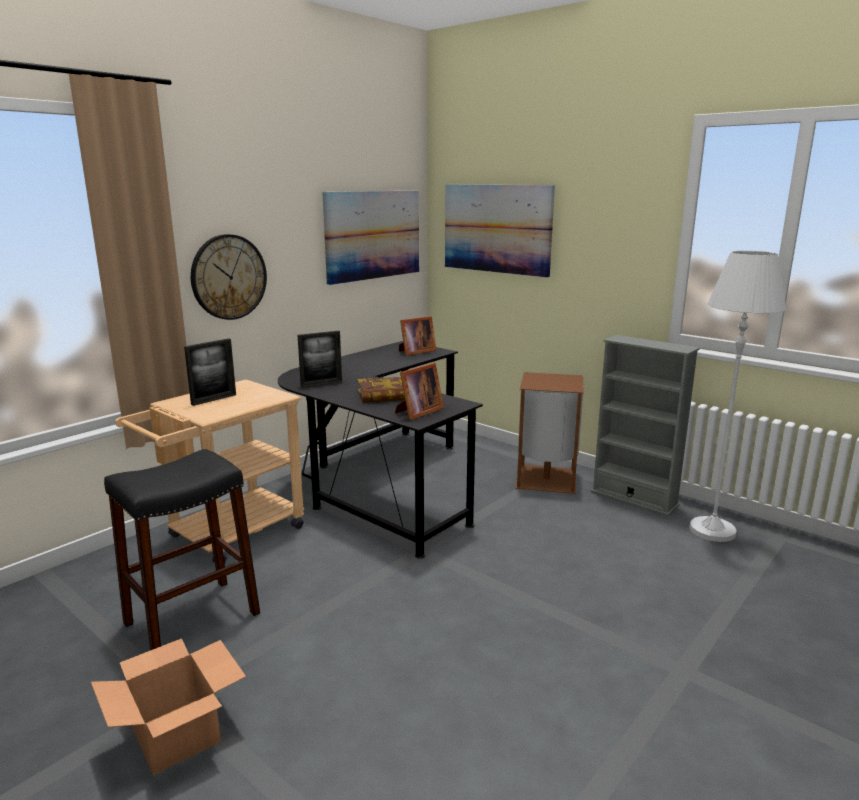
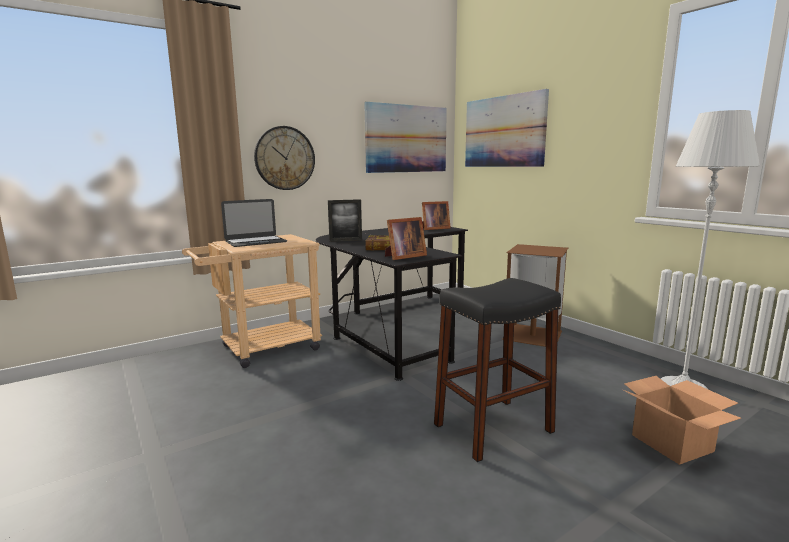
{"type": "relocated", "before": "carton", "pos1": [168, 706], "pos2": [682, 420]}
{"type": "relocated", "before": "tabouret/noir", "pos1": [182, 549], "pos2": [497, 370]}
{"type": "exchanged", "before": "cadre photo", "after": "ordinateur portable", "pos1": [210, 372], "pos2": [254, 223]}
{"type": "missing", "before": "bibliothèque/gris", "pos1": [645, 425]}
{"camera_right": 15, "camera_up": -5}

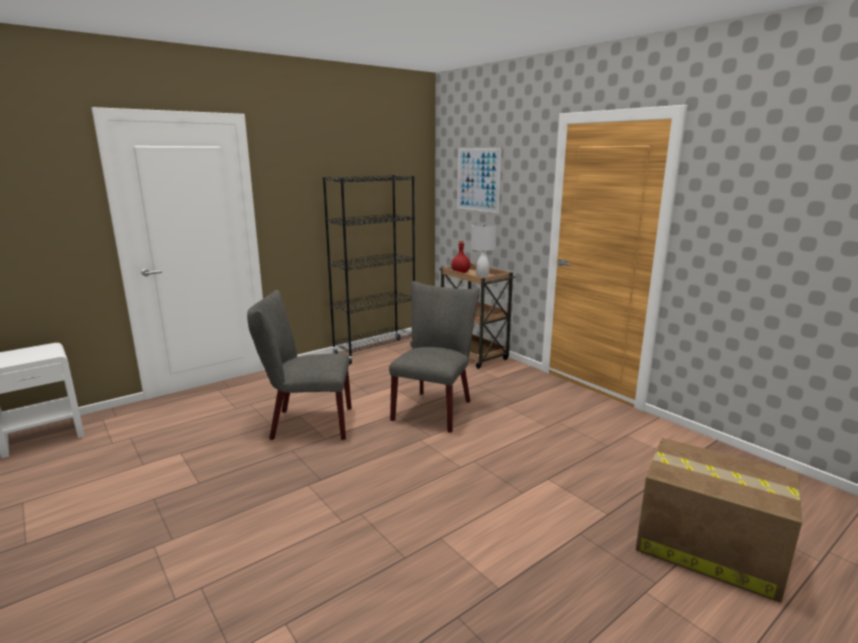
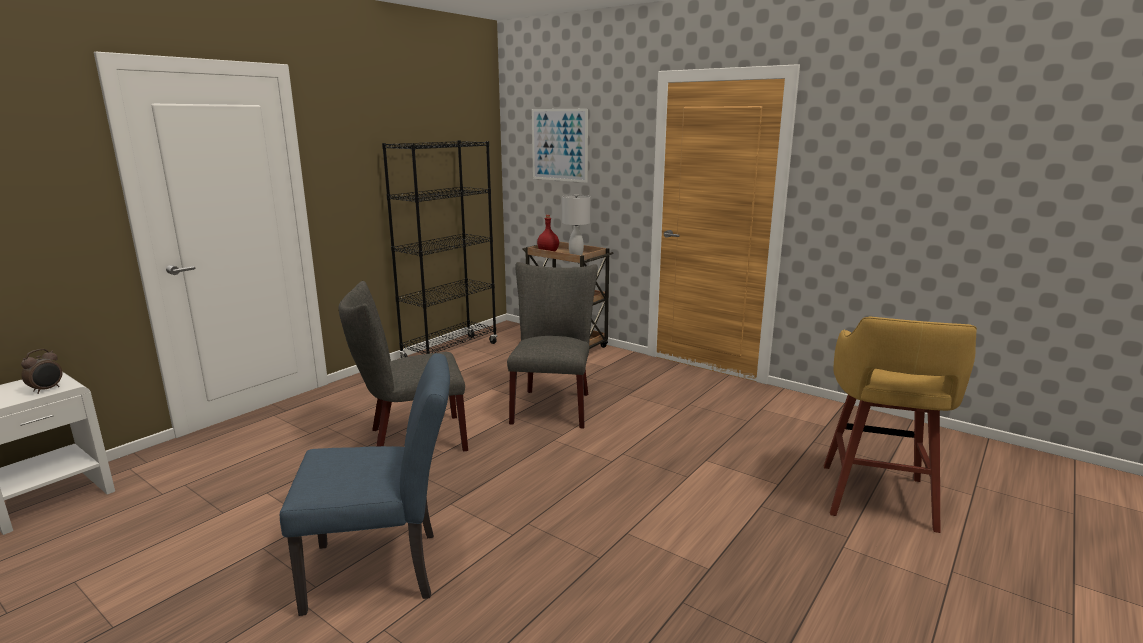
{"type": "exchanged", "before": "carton", "after": "tabouret/jaune", "pos1": [719, 520], "pos2": [900, 424]}
{"type": "appeared", "after": "réveil", "pos2": [41, 371]}
{"type": "appeared", "after": "chaise/bleu", "pos2": [365, 484]}
{"camera_right": -15, "camera_up": 0}

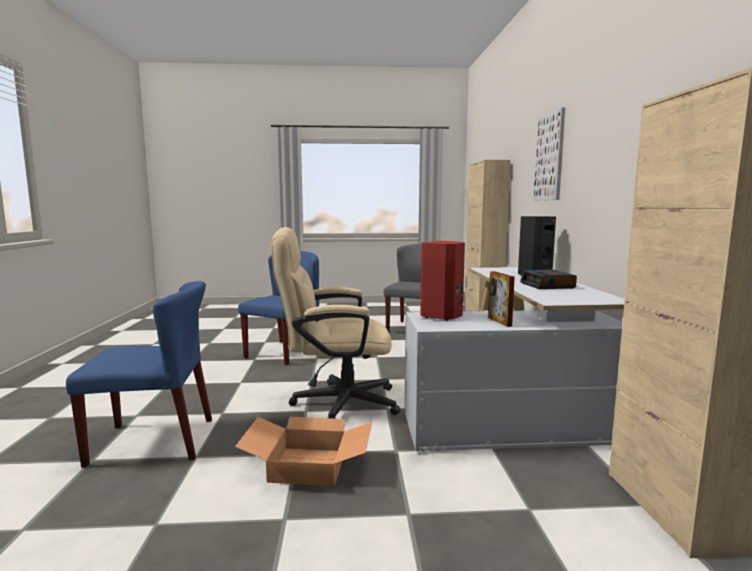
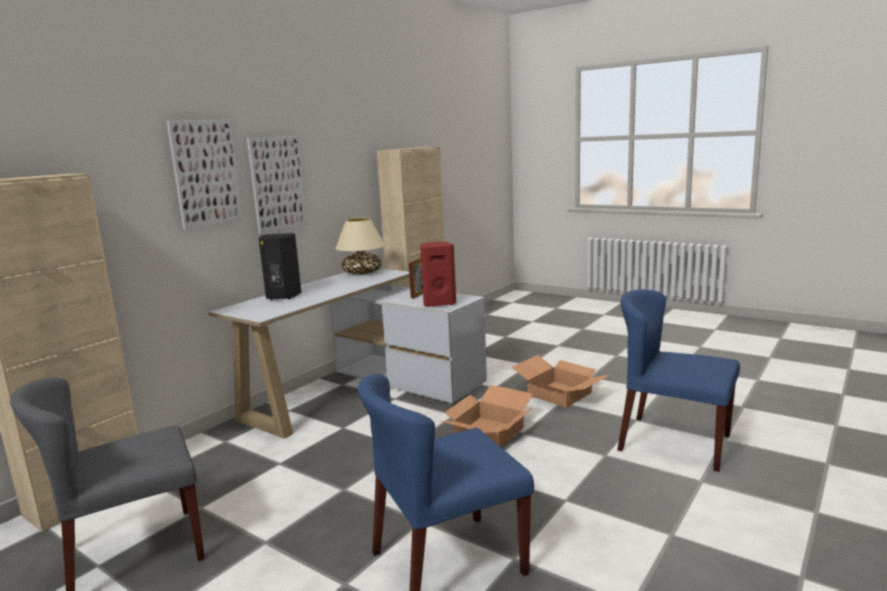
{"type": "exchanged", "before": "chaise de bureau/beige", "after": "carton", "pos1": [336, 323], "pos2": [486, 416]}
{"type": "missing", "before": "réveil", "pos1": [548, 279]}
{"type": "appeared", "after": "tableau", "pos2": [277, 185]}
{"type": "appeared", "after": "lampe de table/beige", "pos2": [360, 246]}
{"camera_right": -140, "camera_up": 5}

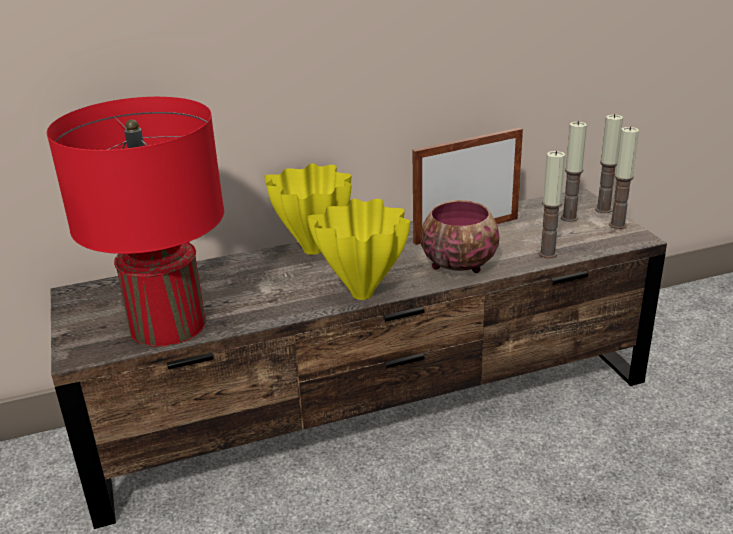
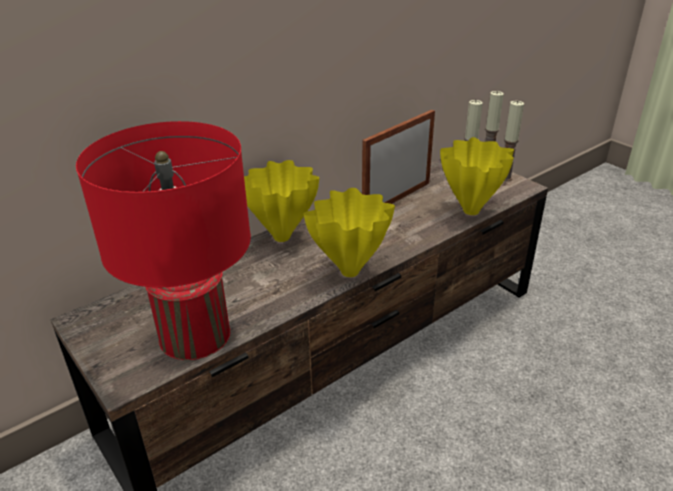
{"type": "missing", "before": "bol", "pos1": [460, 236]}
{"type": "exchanged", "before": "bougie", "after": "vase/jaune", "pos1": [551, 204], "pos2": [477, 176]}
{"camera_right": -20, "camera_up": 5}

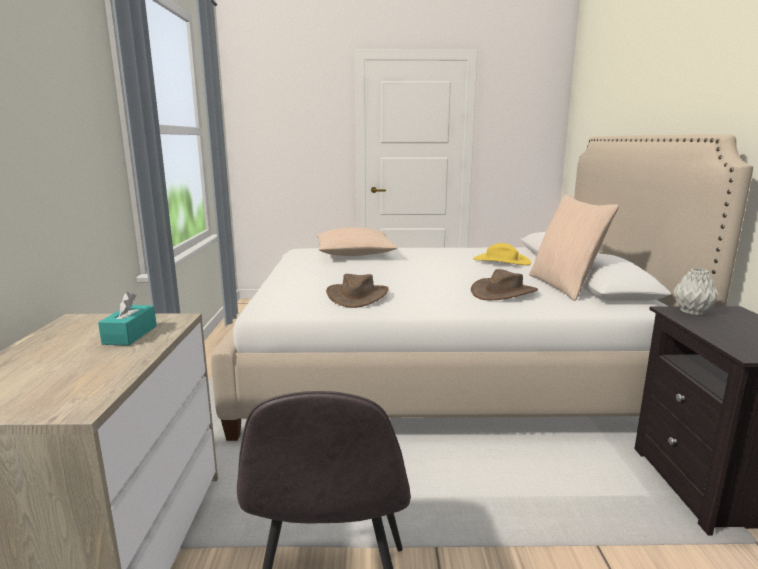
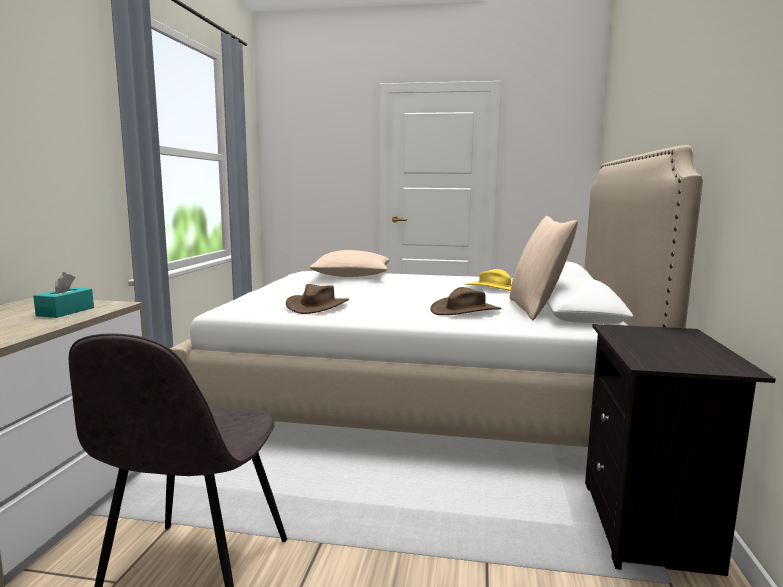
{"type": "missing", "before": "vase/gris", "pos1": [696, 291]}
{"camera_right": 10, "camera_up": -5}

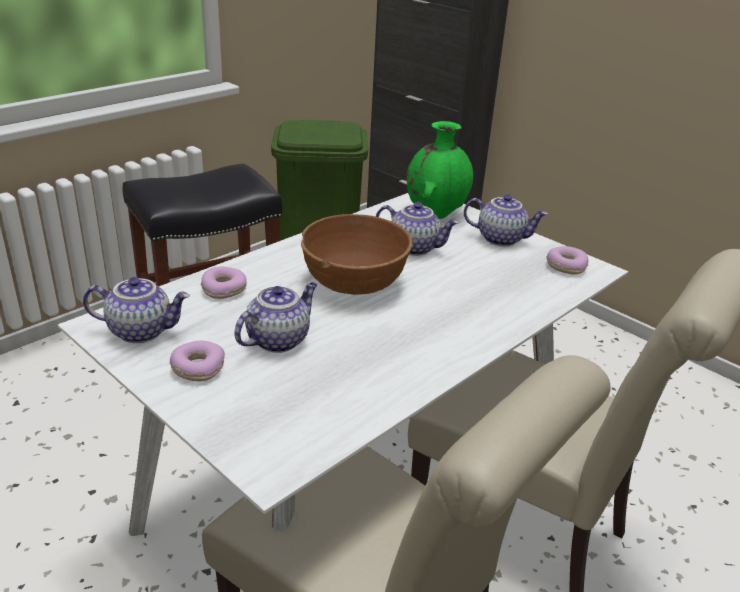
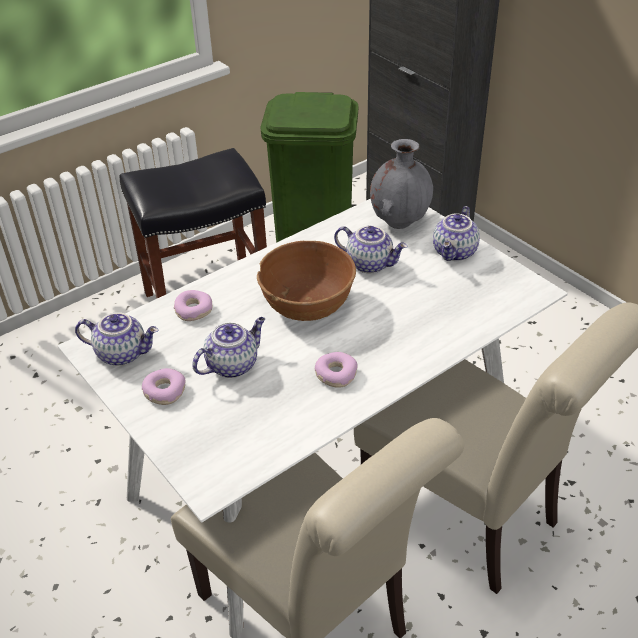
{"type": "colour", "before": "vase/vert", "after": "vase/gris", "pos1": [440, 170], "pos2": [401, 184]}
{"type": "spun", "before": "théière", "pos1": [506, 220], "pos2": [456, 233], "turn": 90}
{"type": "relocated", "before": "beignet", "pos1": [567, 260], "pos2": [336, 370]}
{"camera_right": 10, "camera_up": 10}

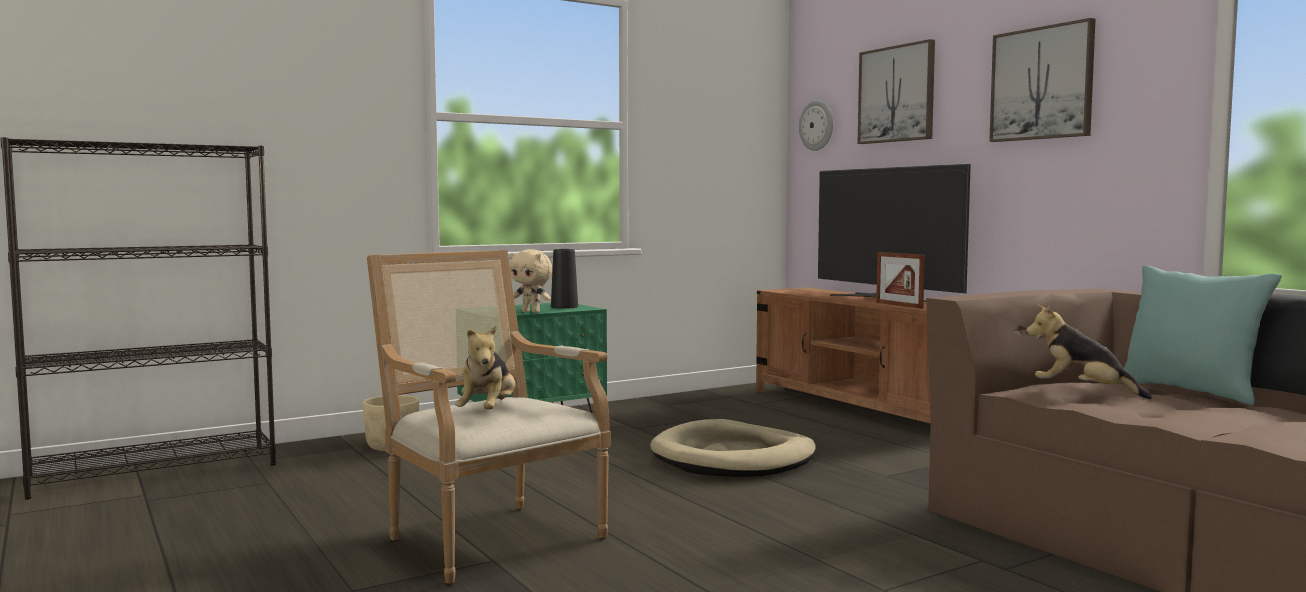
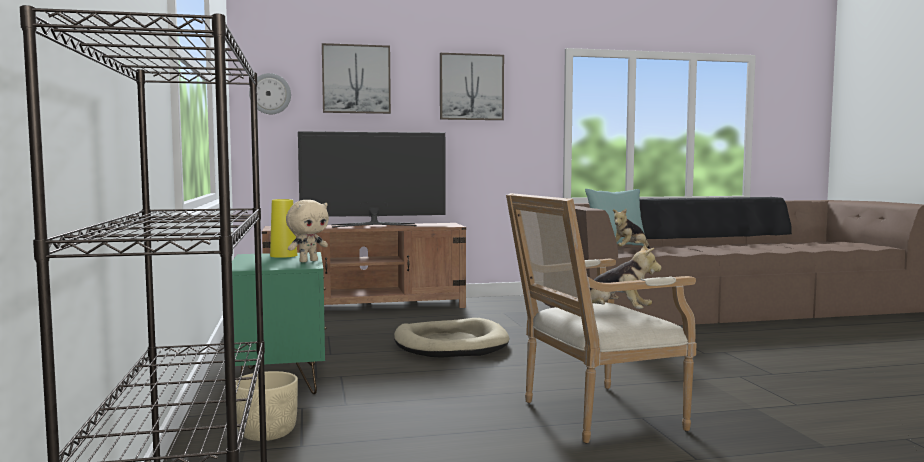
{"type": "colour", "before": "vase/noir", "after": "vase/jaune", "pos1": [564, 279], "pos2": [283, 228]}
{"type": "missing", "before": "cadre photo", "pos1": [900, 280]}
{"camera_right": -70, "camera_up": 0}

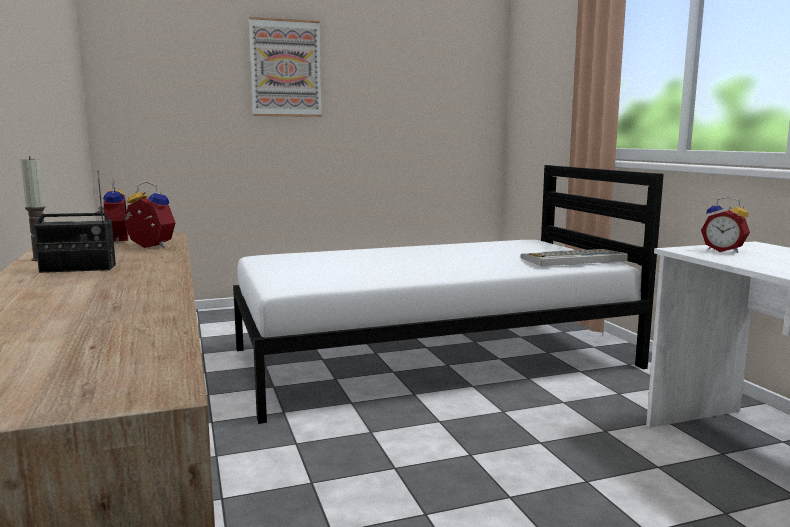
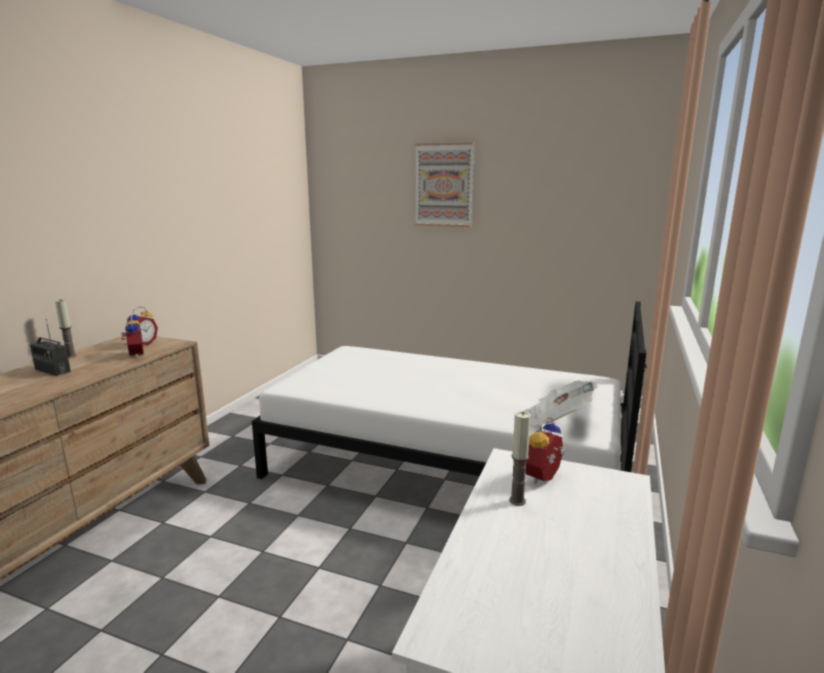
{"type": "exchanged", "before": "clavier", "after": "journal", "pos1": [574, 257], "pos2": [560, 403]}
{"type": "spun", "before": "réveil", "pos1": [725, 225], "pos2": [547, 450], "turn": 45}
{"type": "appeared", "after": "bougie", "pos2": [520, 458]}
{"camera_right": 40, "camera_up": 5}

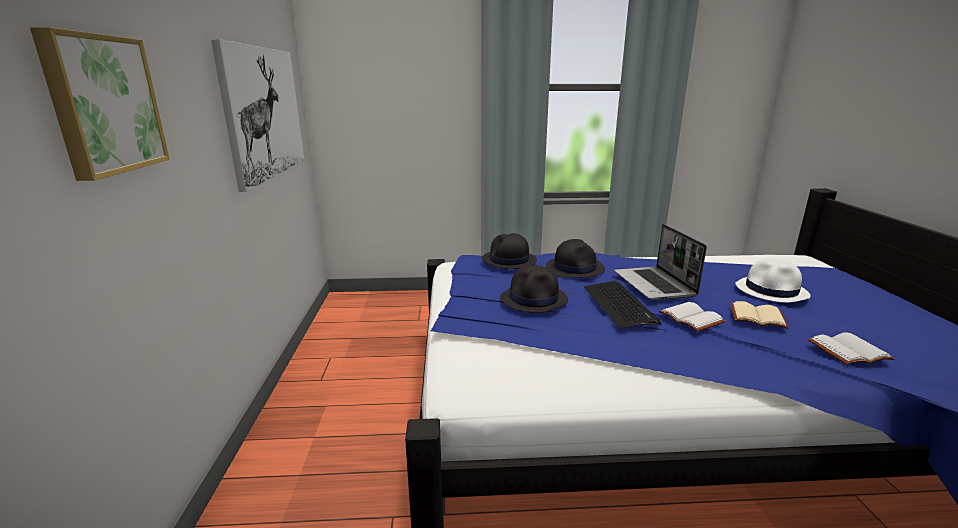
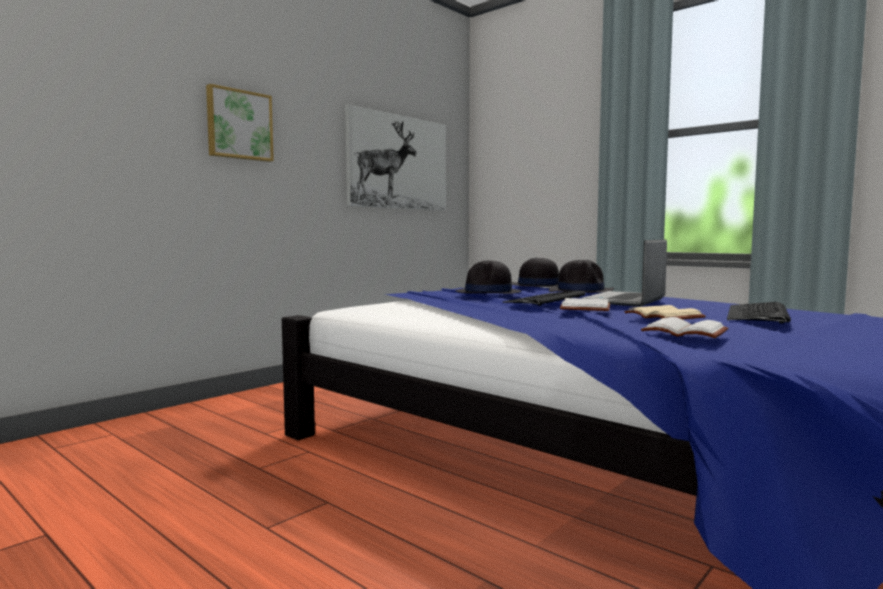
{"type": "exchanged", "before": "chapeau/blanc", "after": "clavier", "pos1": [772, 280], "pos2": [759, 312]}
{"camera_right": 45, "camera_up": -15}

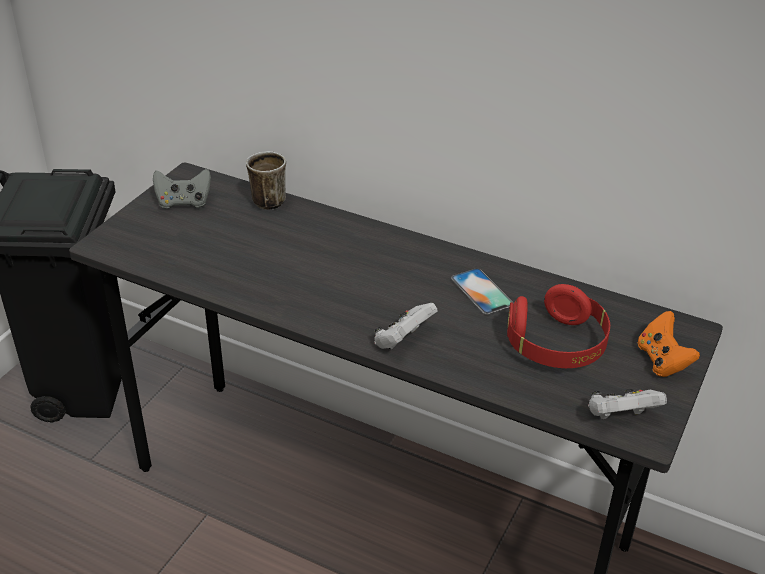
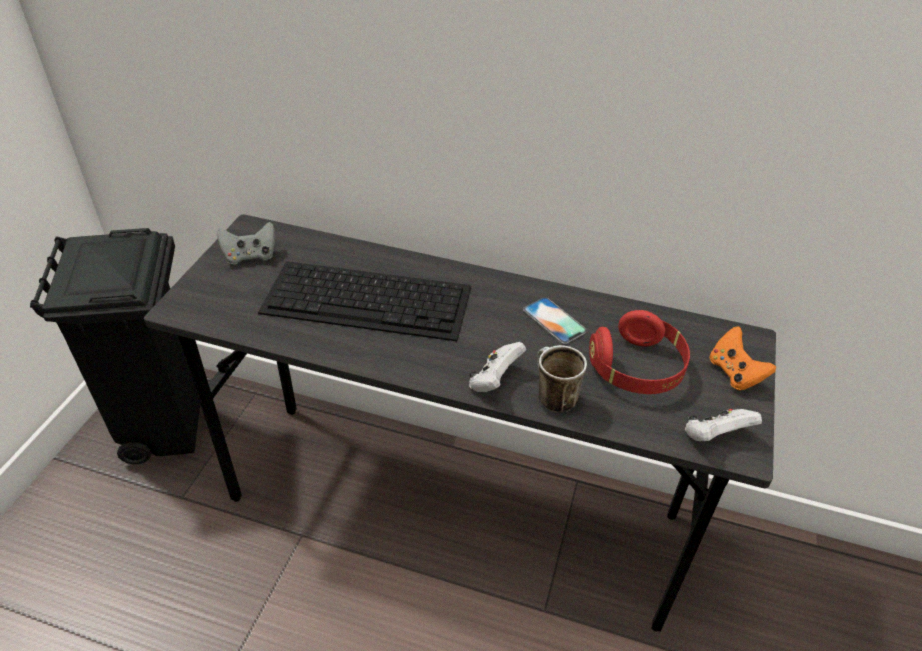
{"type": "relocated", "before": "mug", "pos1": [266, 180], "pos2": [562, 379]}
{"type": "appeared", "after": "clavier", "pos2": [364, 301]}
{"camera_right": -10, "camera_up": 5}

